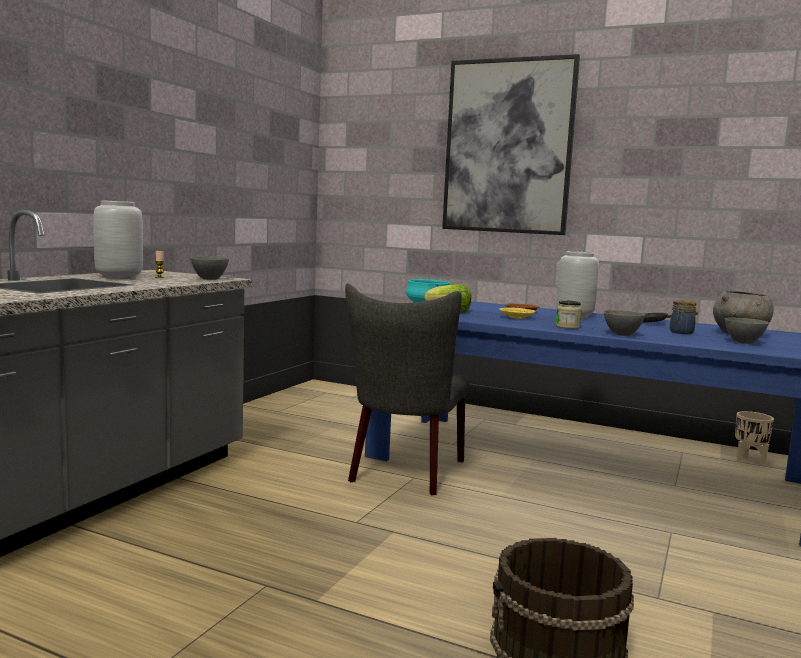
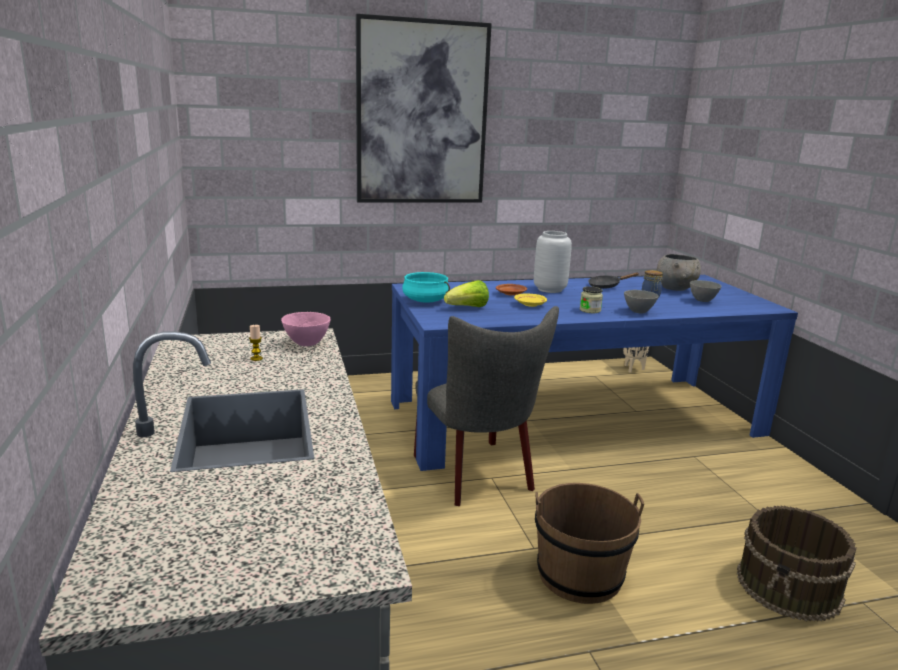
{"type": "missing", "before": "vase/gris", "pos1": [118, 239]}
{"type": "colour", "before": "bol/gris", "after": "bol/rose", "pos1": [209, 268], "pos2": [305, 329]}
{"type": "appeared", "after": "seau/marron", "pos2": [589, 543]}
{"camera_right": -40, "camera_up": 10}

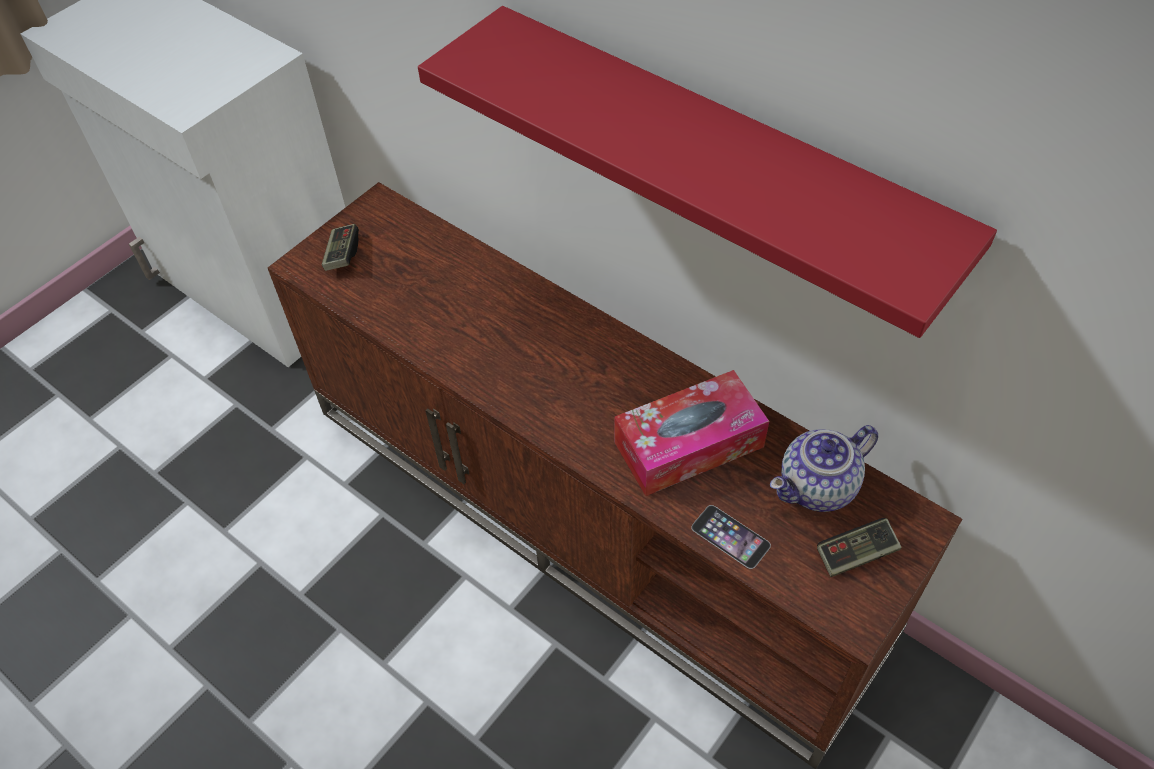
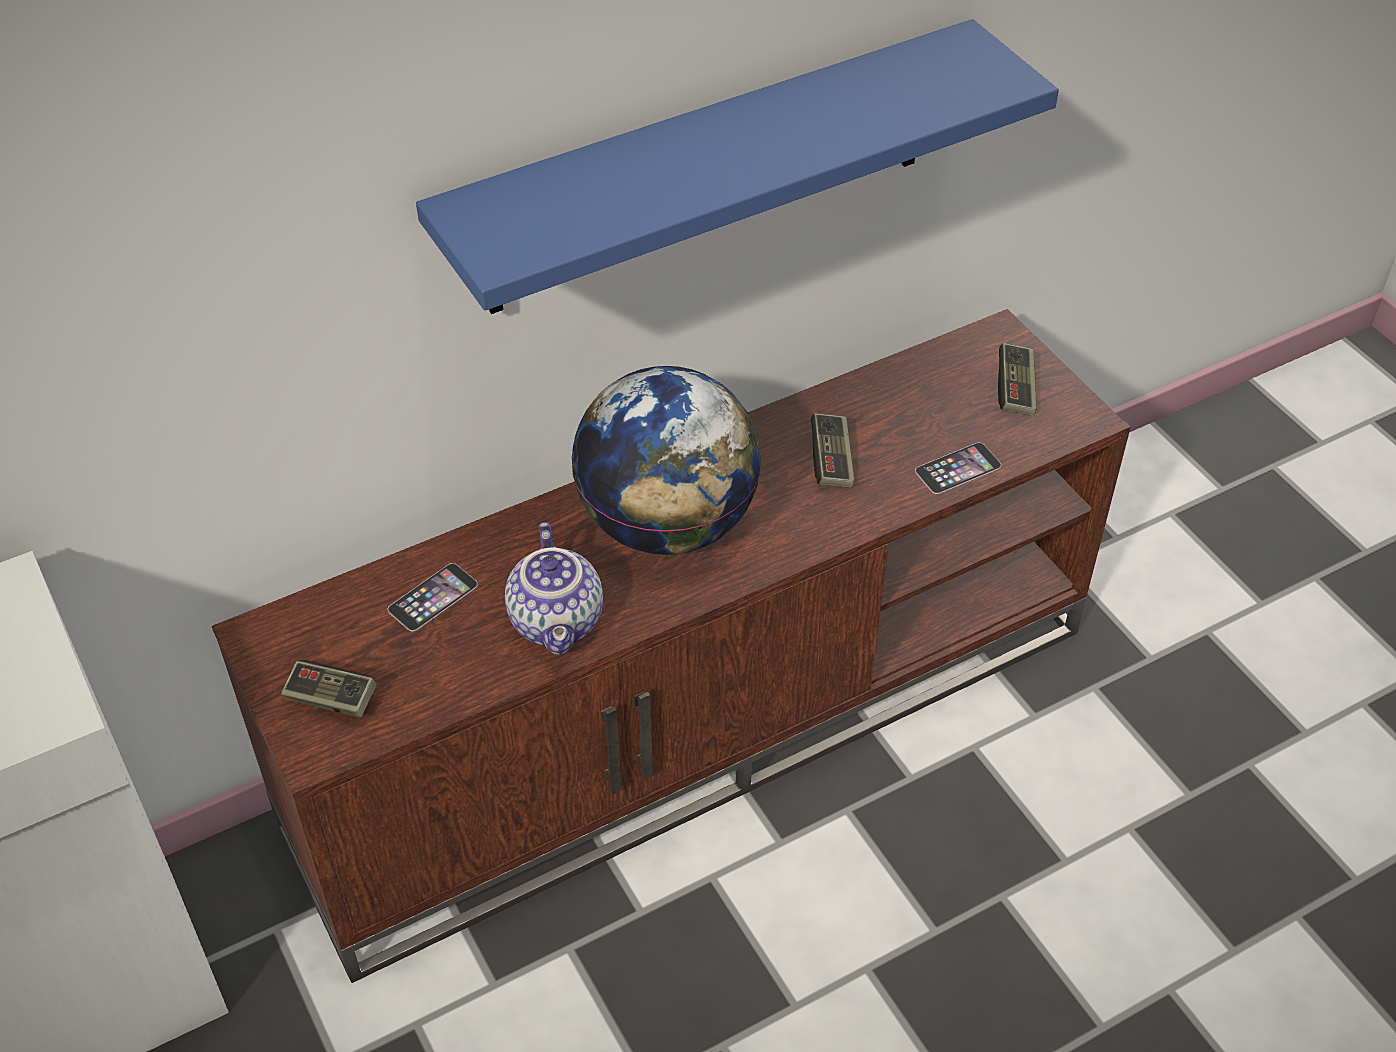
{"type": "colour", "before": "étagère/rouge", "after": "étagère/bleu", "pos1": [707, 172], "pos2": [737, 166]}
{"type": "exchanged", "before": "boîte à mouchoirs", "after": "manette", "pos1": [691, 433], "pos2": [833, 450]}
{"type": "relocated", "before": "théière", "pos1": [824, 468], "pos2": [554, 588]}
{"type": "appeared", "after": "téléphone", "pos2": [432, 597]}
{"type": "appeared", "after": "globe", "pos2": [666, 460]}
{"camera_right": -70, "camera_up": -5}

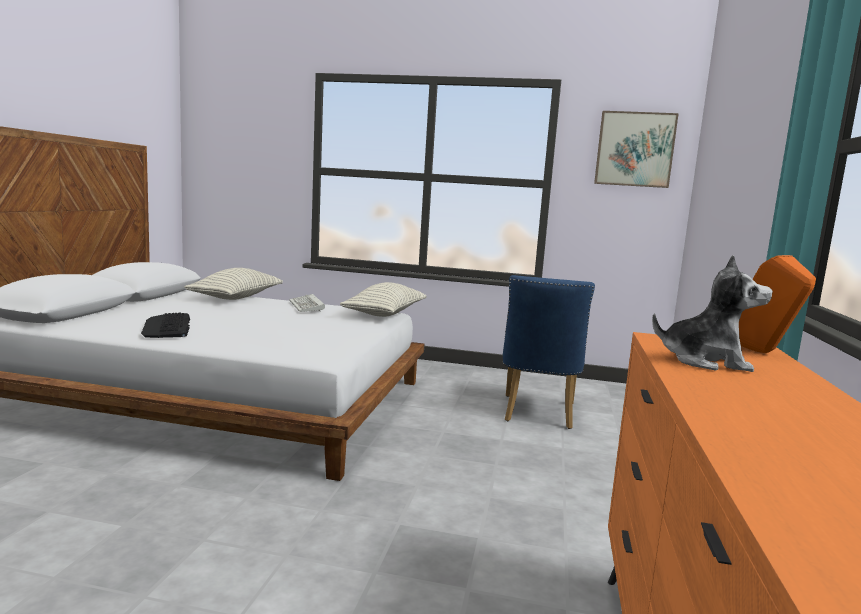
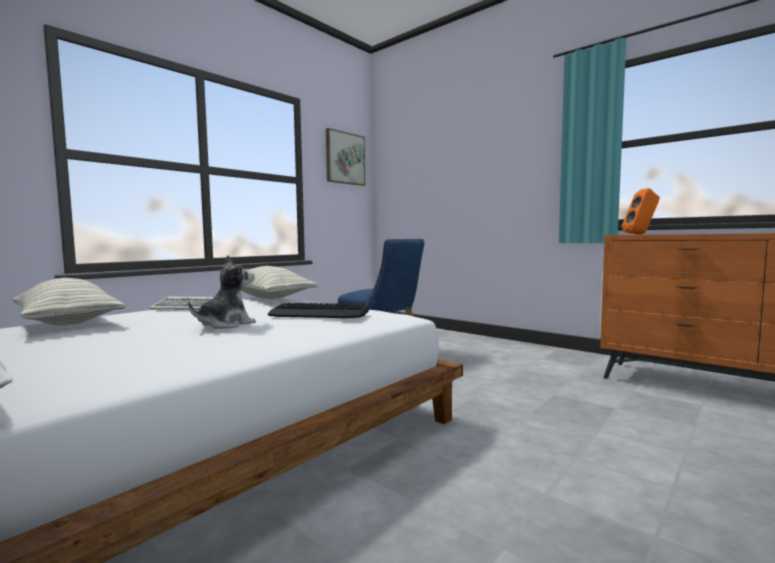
{"type": "relocated", "before": "clavier", "pos1": [165, 325], "pos2": [318, 310]}
{"type": "relocated", "before": "peluche", "pos1": [712, 313], "pos2": [222, 292]}
{"camera_right": -60, "camera_up": -5}

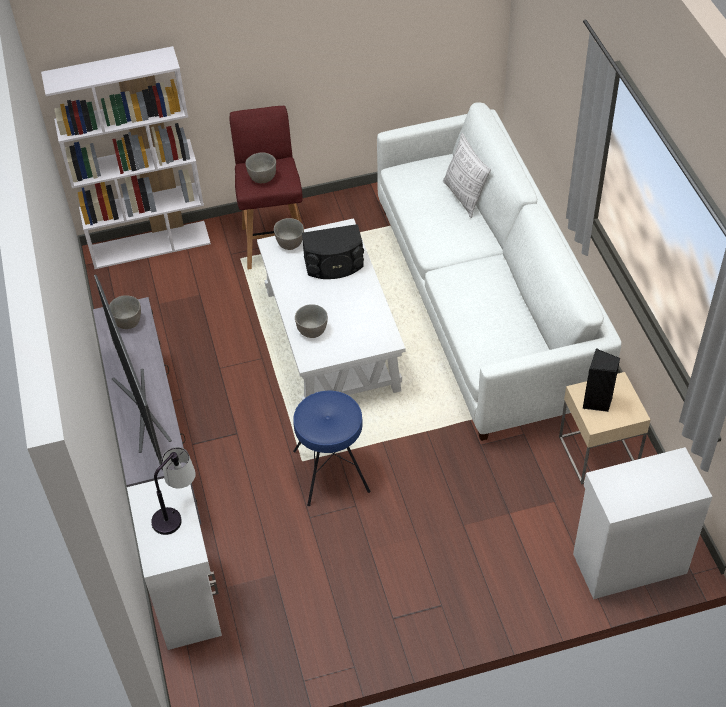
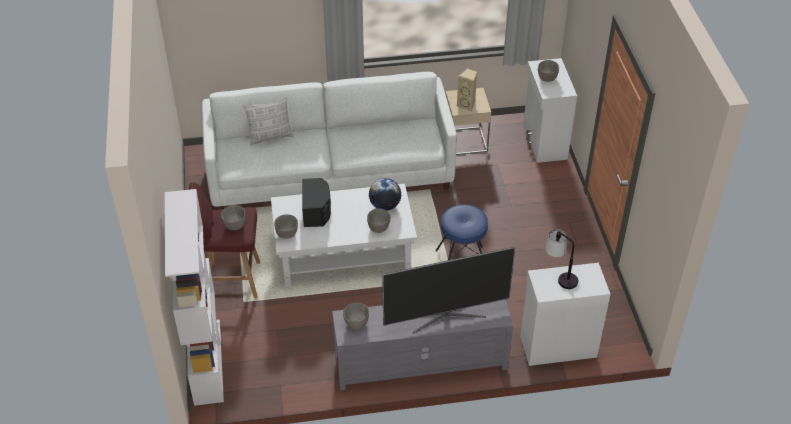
{"type": "colour", "before": "enceinte/noir", "after": "enceinte/beige", "pos1": [601, 380], "pos2": [467, 89]}
{"type": "appeared", "after": "globe", "pos2": [385, 194]}
{"type": "appeared", "after": "bol/gris", "pos2": [548, 71]}
{"camera_right": -85, "camera_up": -5}

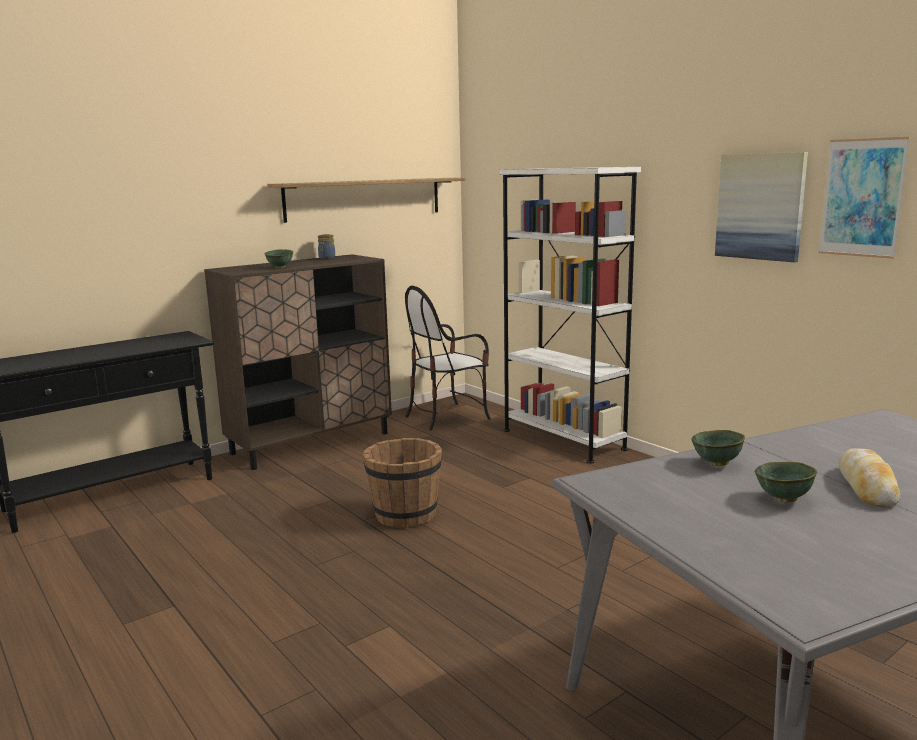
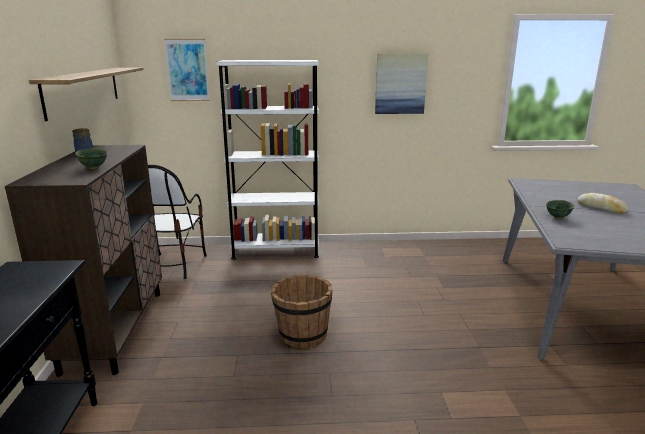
{"type": "missing", "before": "bol/vert", "pos1": [786, 482]}
{"type": "relocated", "before": "tableau", "pos1": [864, 198], "pos2": [187, 70]}
{"camera_right": -55, "camera_up": 5}

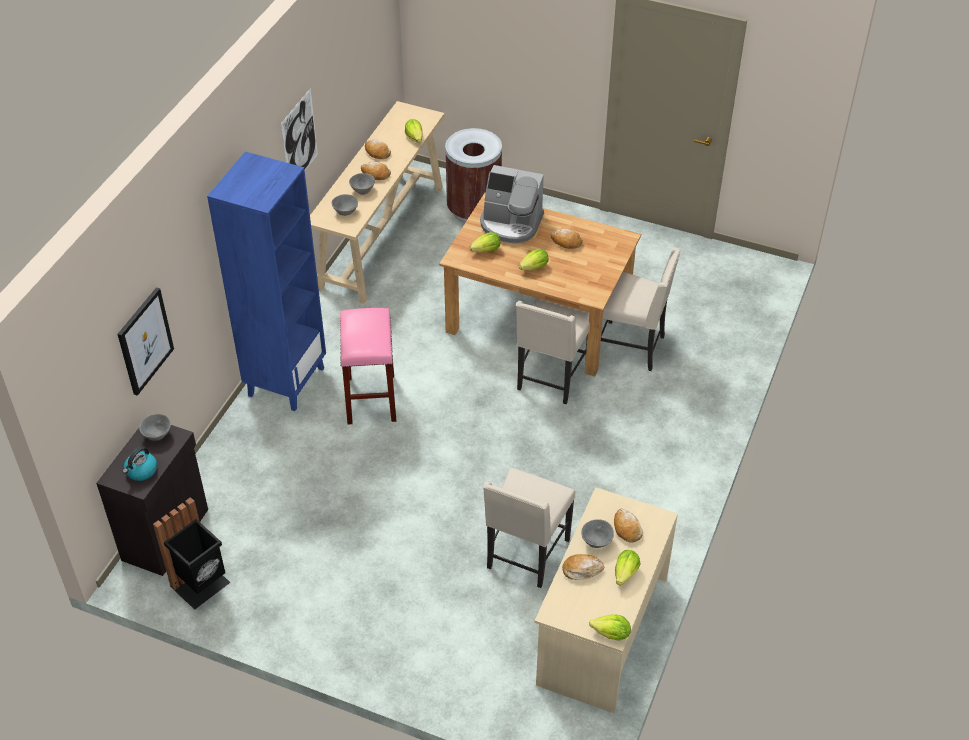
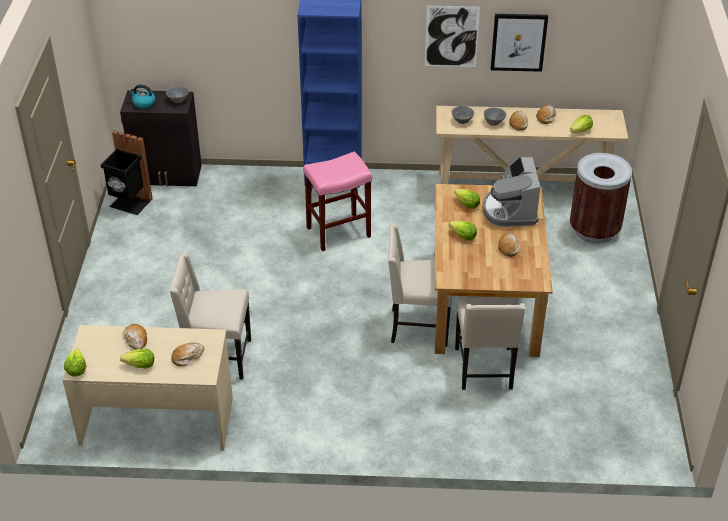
{"type": "relocated", "before": "tableau", "pos1": [145, 341], "pos2": [519, 43]}
{"type": "missing", "before": "bol/gris", "pos1": [597, 533]}
{"camera_right": 70, "camera_up": -5}

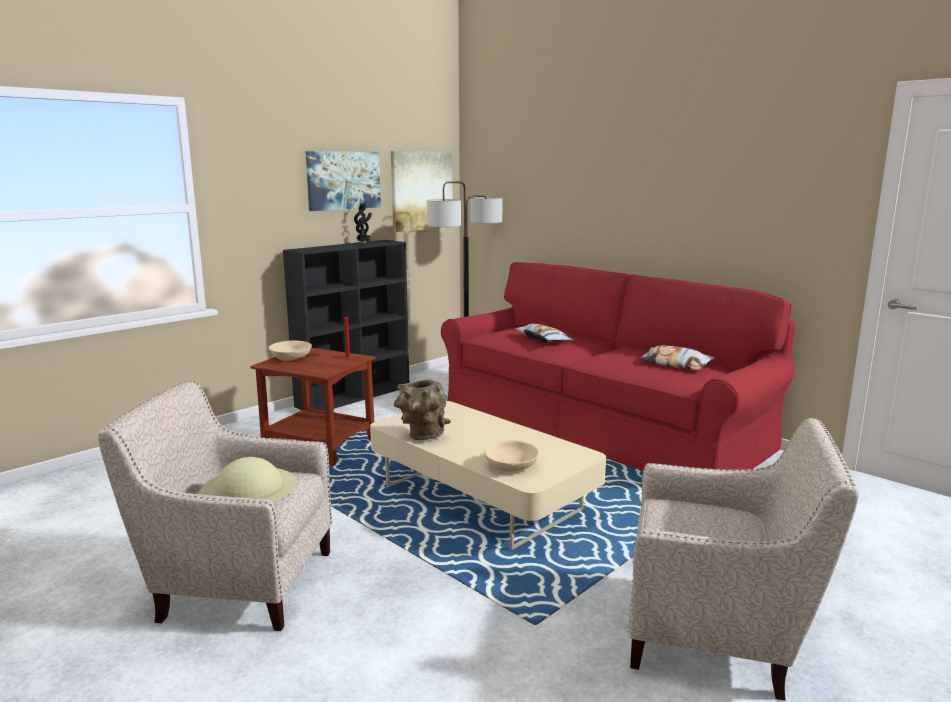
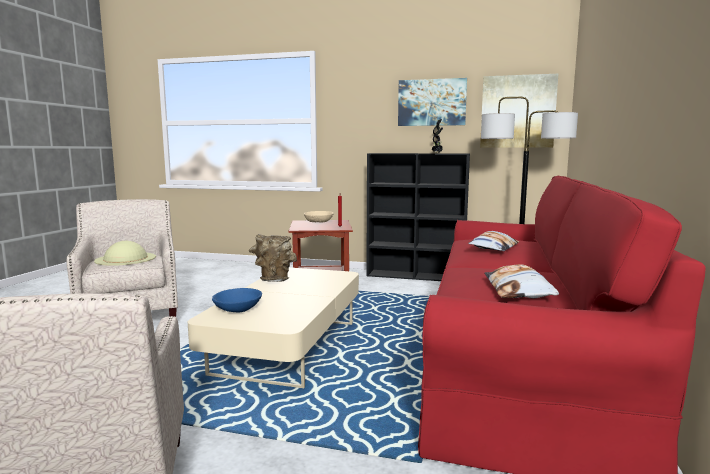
{"type": "colour", "before": "bol/beige", "after": "bol/bleu", "pos1": [511, 455], "pos2": [237, 300]}
{"camera_right": 60, "camera_up": -5}

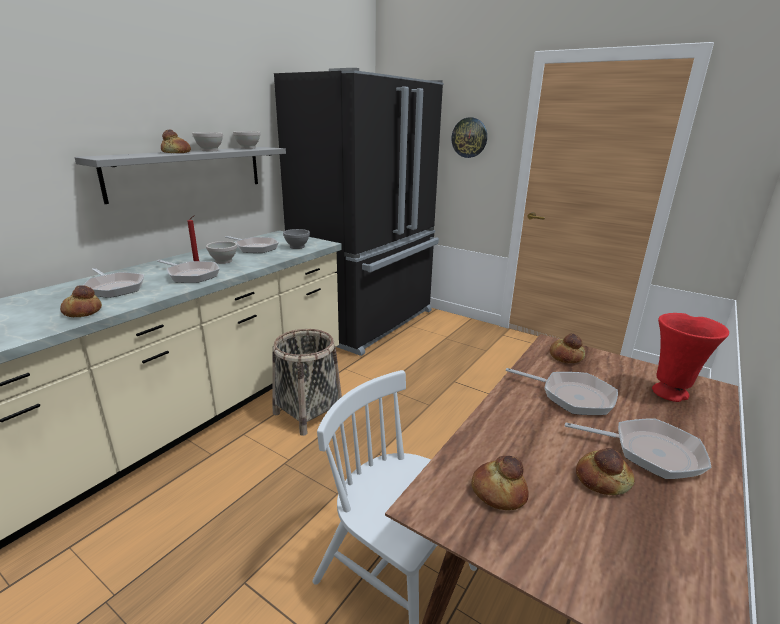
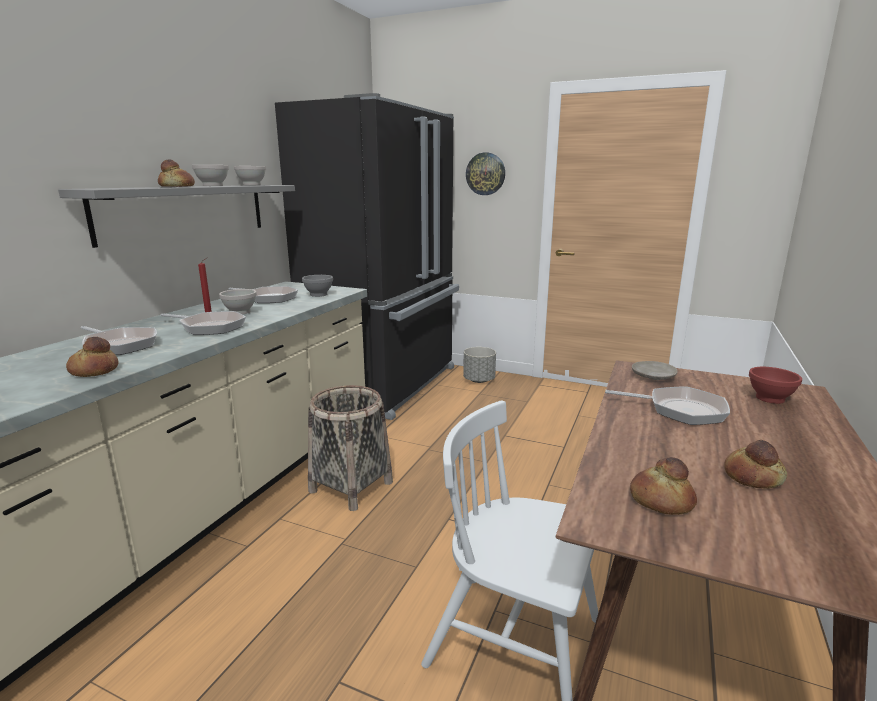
{"type": "exchanged", "before": "pain", "after": "assiette/beige", "pos1": [567, 348], "pos2": [655, 370]}
{"type": "missing", "before": "poêle", "pos1": [638, 449]}
{"type": "exchanged", "before": "vase/rouge", "after": "bol/rouge", "pos1": [690, 357], "pos2": [775, 385]}
{"type": "appeared", "after": "cache-pot/gris", "pos2": [479, 365]}
{"camera_right": -10, "camera_up": -5}

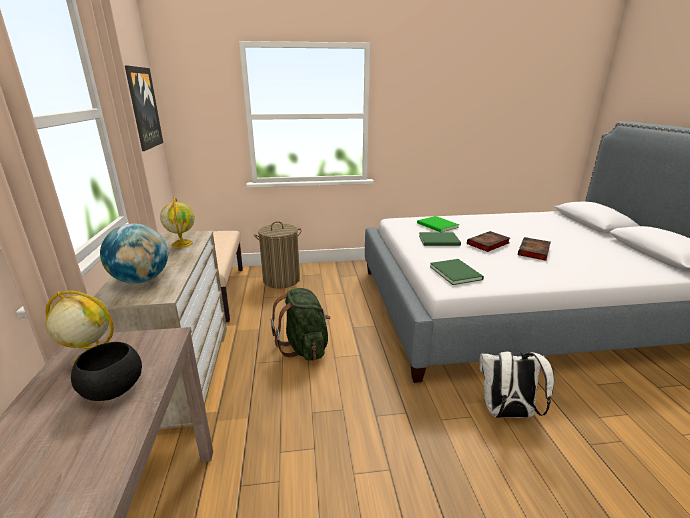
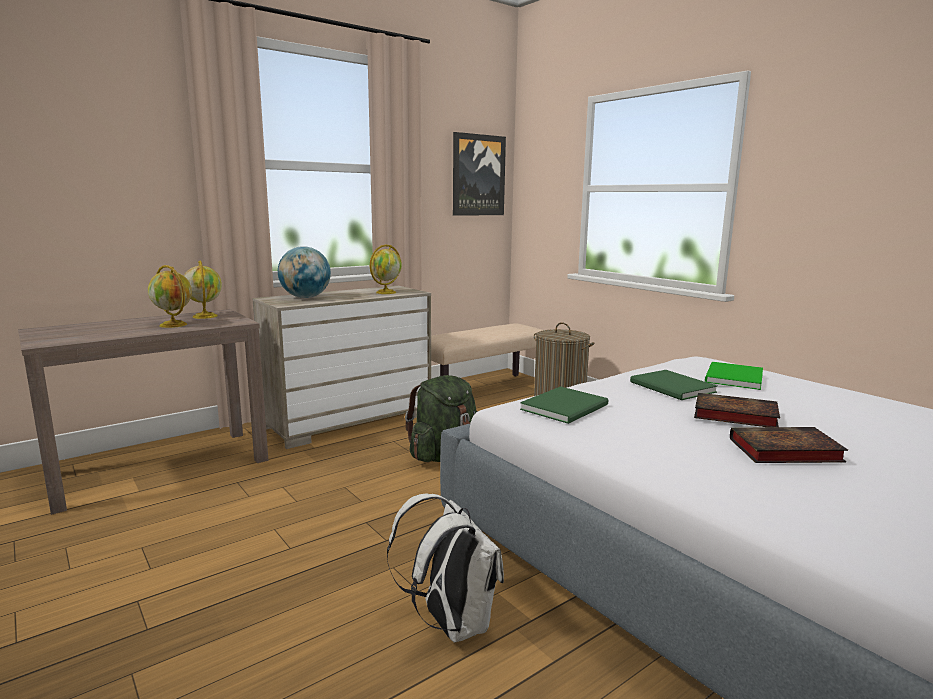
{"type": "exchanged", "before": "bol/noir", "after": "globe", "pos1": [106, 371], "pos2": [170, 296]}
{"camera_right": 60, "camera_up": -10}

